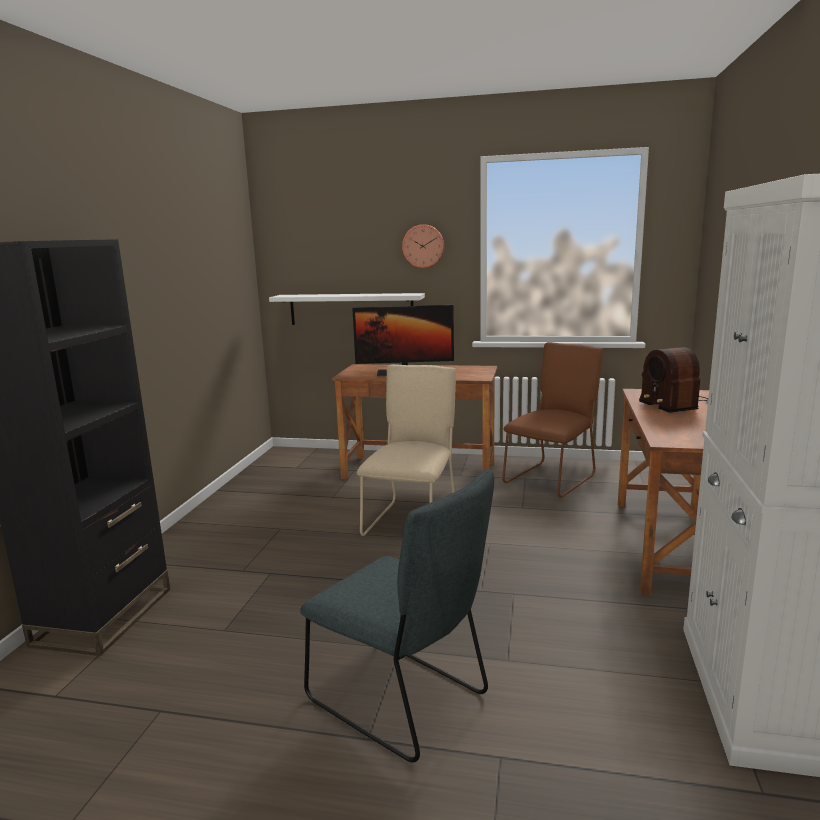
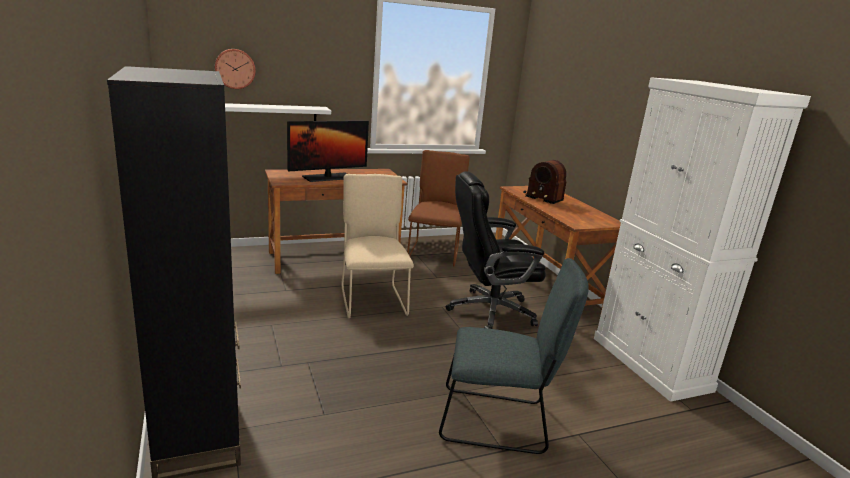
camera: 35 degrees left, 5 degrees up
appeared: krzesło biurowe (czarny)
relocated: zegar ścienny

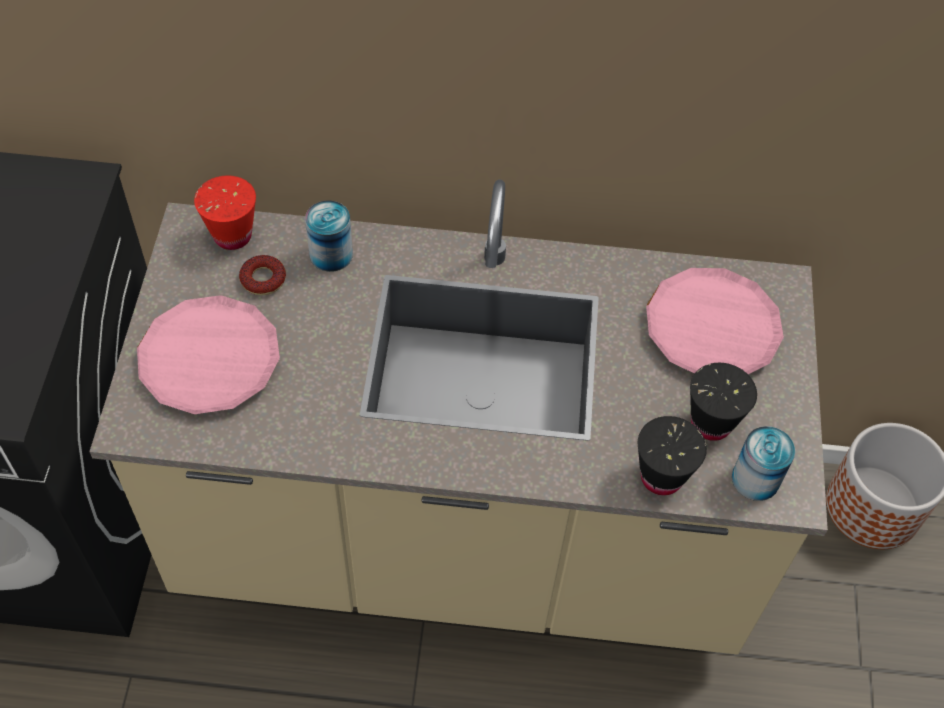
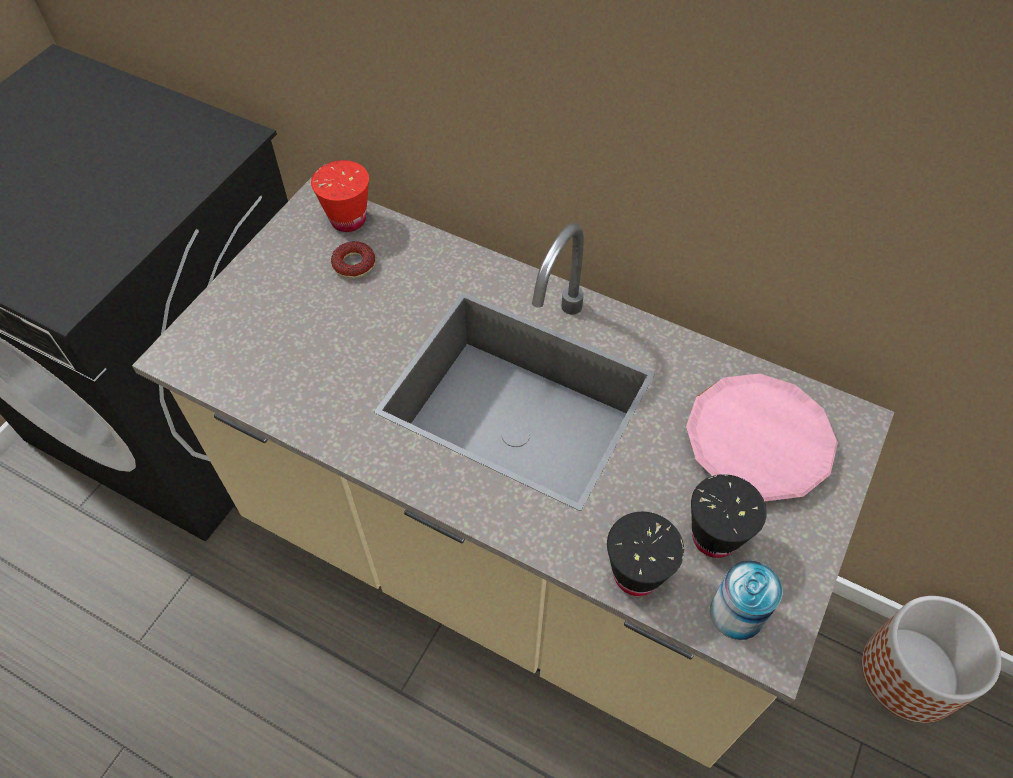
camera: 25 degrees right, 0 degrees up
missing: puszka (no. 1 from left); talerz (różowy) (no. 1 from left)

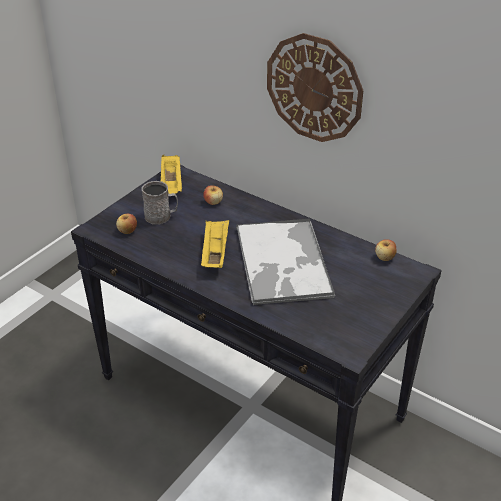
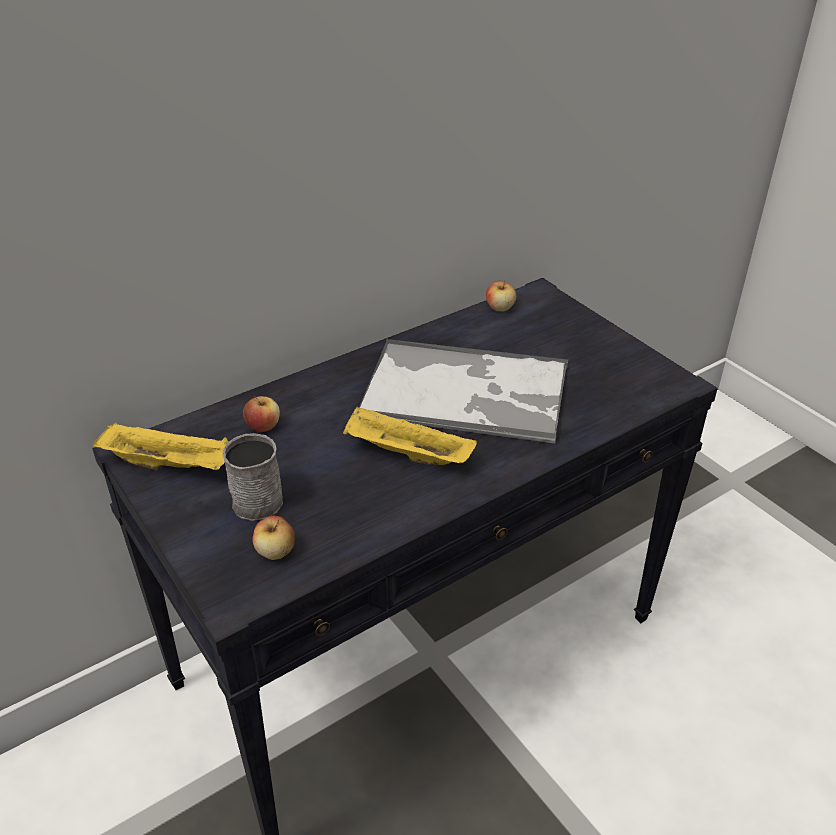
camera: 70 degrees left, 0 degrees up
missing: zegar ścienny

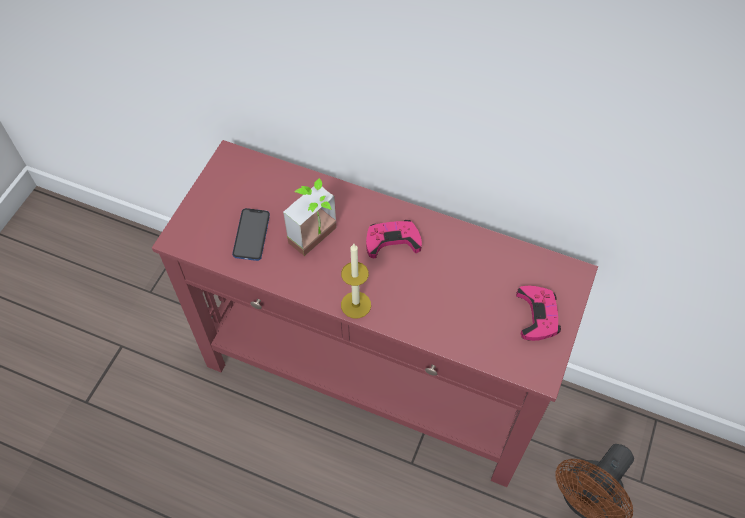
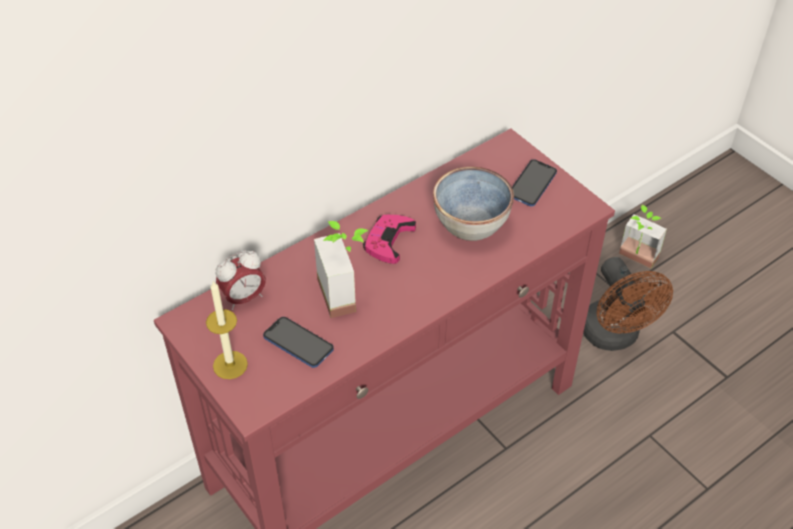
camera: 60 degrees left, 10 degrees down
appeared: miska; roślina doniczkowa (no. 2 from left); budzik
relocated: świeca
exchanged: pad do gier (różowy) (no. 2 from left) to telefon (no. 2 from left)

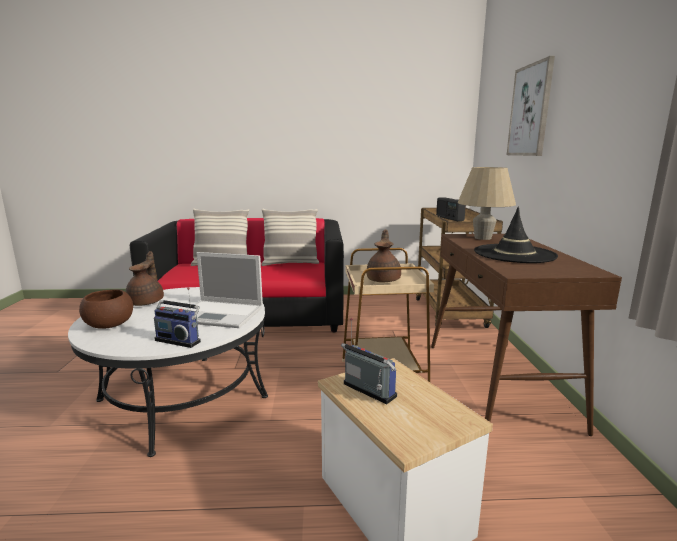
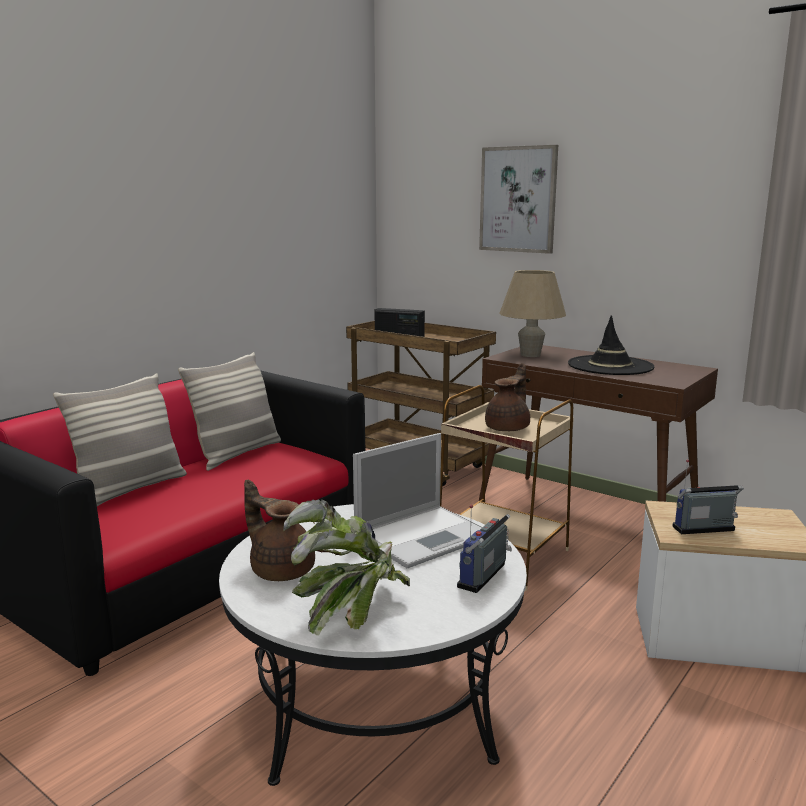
camera: 50 degrees left, 0 degrees up
exchanged: miska (brązowy) to roślina doniczkowa
spun: imbryk (brązowy) (no. 2 from left) 75 degrees clockwise; radio (no. 1 from left in the first image) 150 degrees clockwise

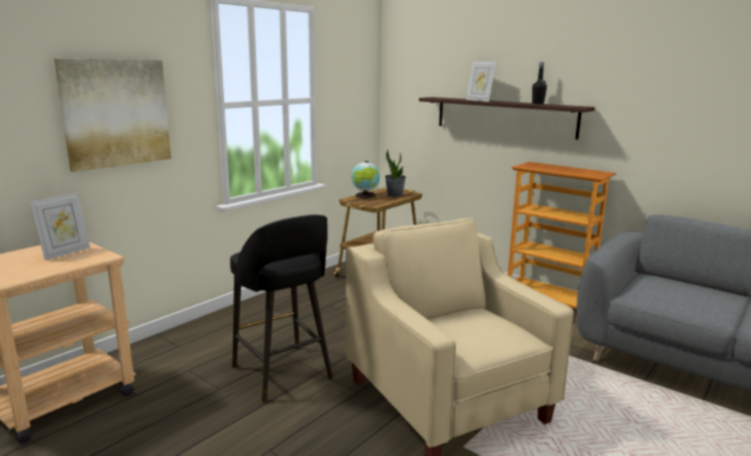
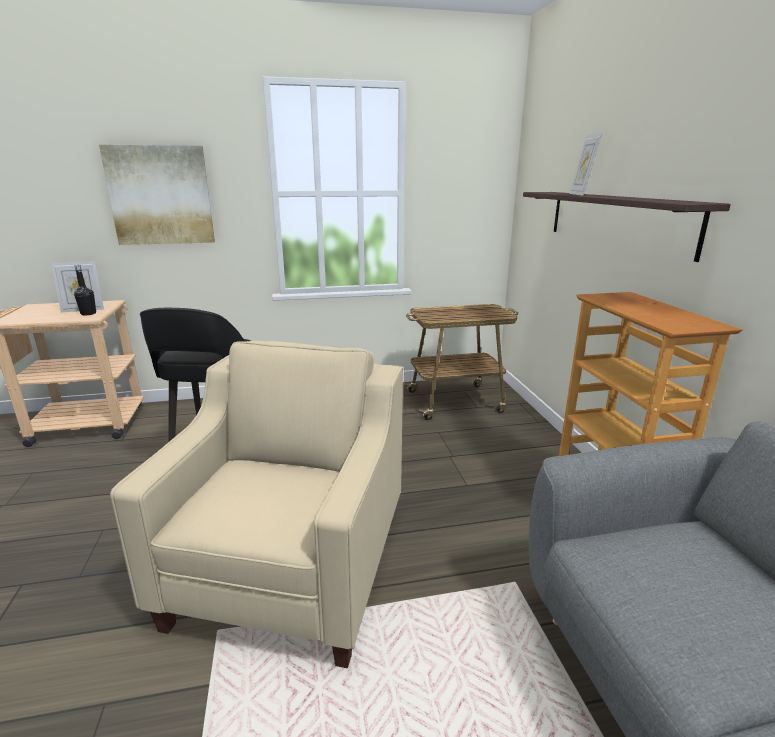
camera: 40 degrees right, 5 degrees up
missing: roślina doniczkowa; globus
relocated: butelka (czarny)

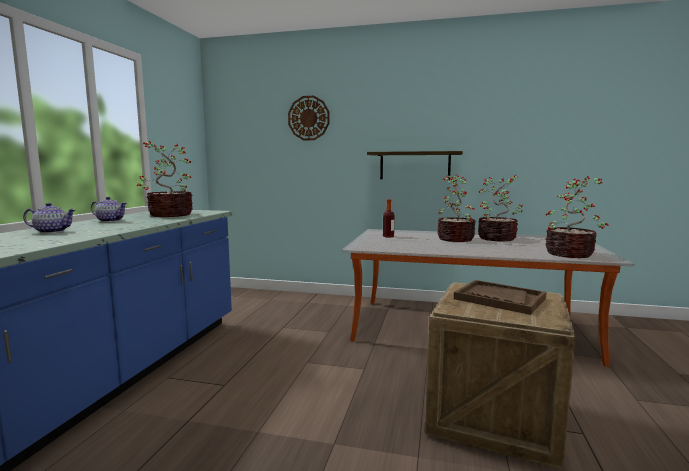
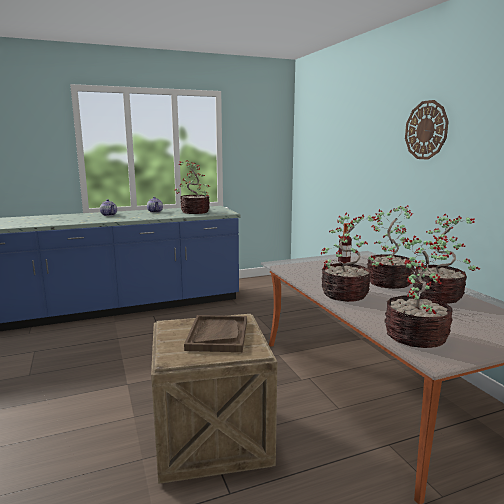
camera: 55 degrees right, 5 degrees up
missing: półka
appeared: roślina doniczkowa (no. 2 from left)
relocated: zegar ścienny

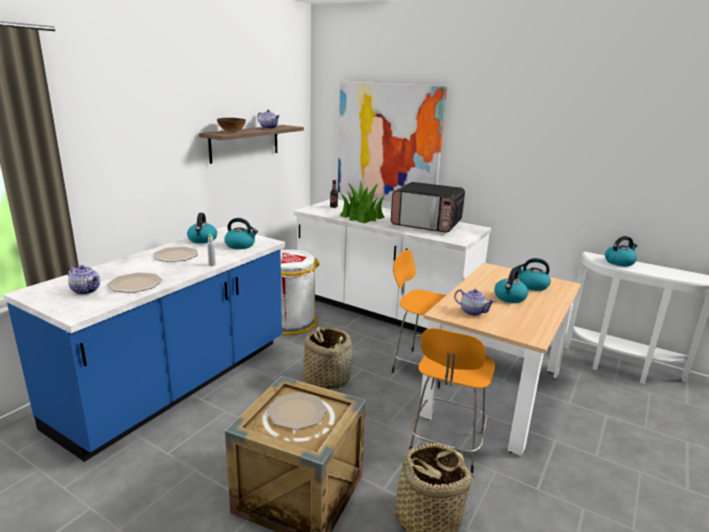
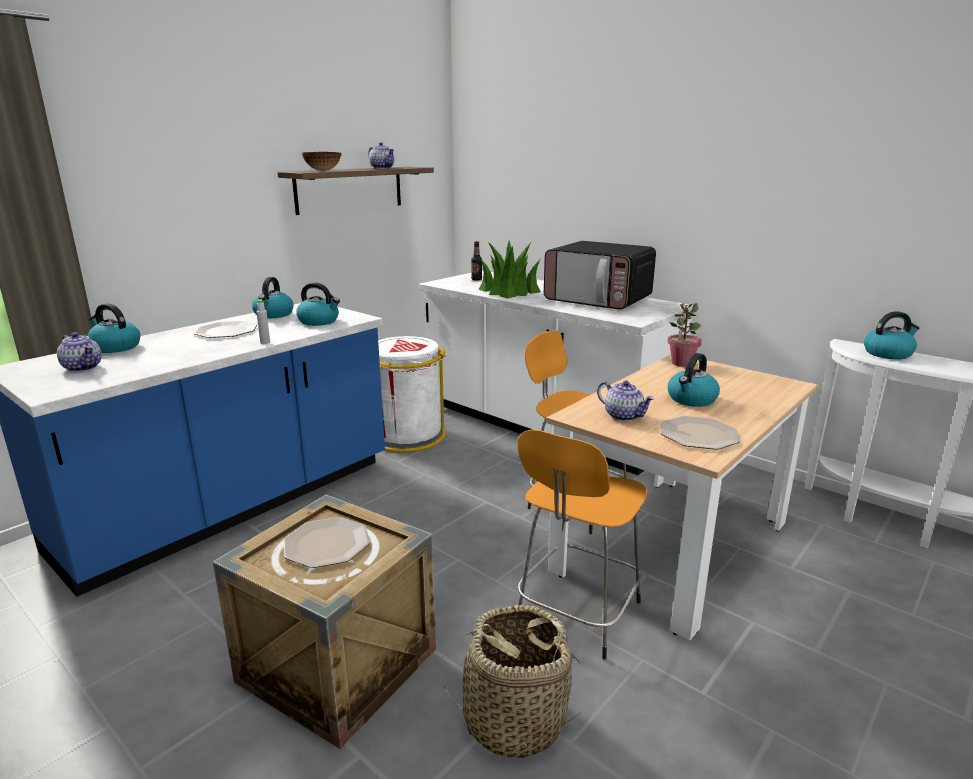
camera: 10 degrees right, 0 degrees up
missing: obraz; koszyk (no. 1 from left)
appeared: roślina doniczkowa (no. 2 from left)
relocated: czajnik (no. 4 from left in the first image) to czajnik (no. 1 from left); talerz (no. 1 from left in the first image) to talerz (no. 3 from left)

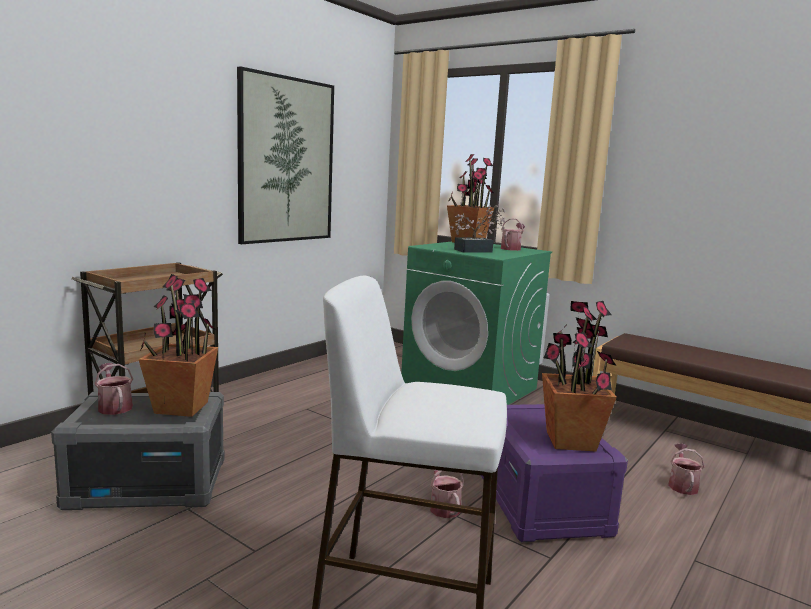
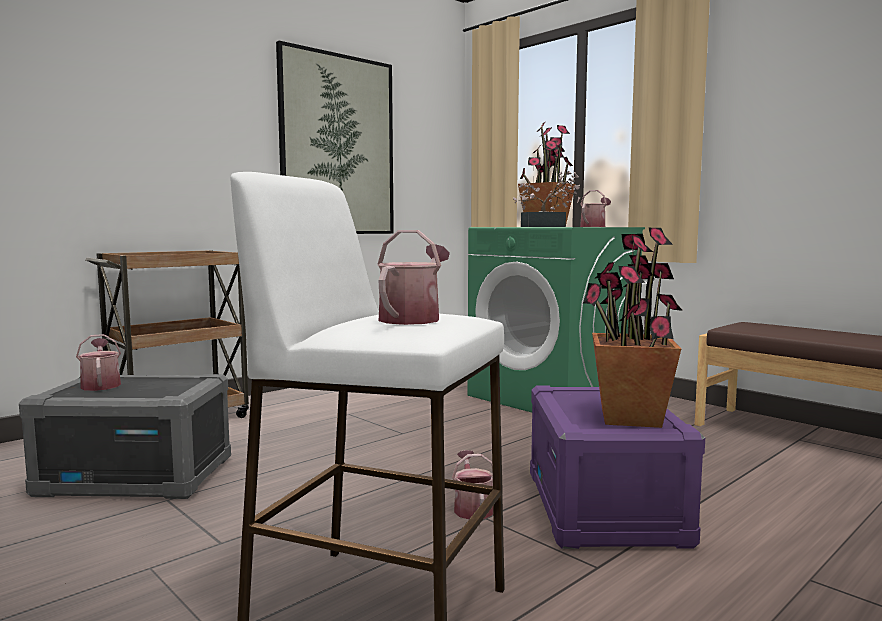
camera: 10 degrees right, 5 degrees down
missing: roślina doniczkowa (no. 1 from left)
relocated: konewka (no. 4 from left in the first image) to konewka (no. 2 from left)

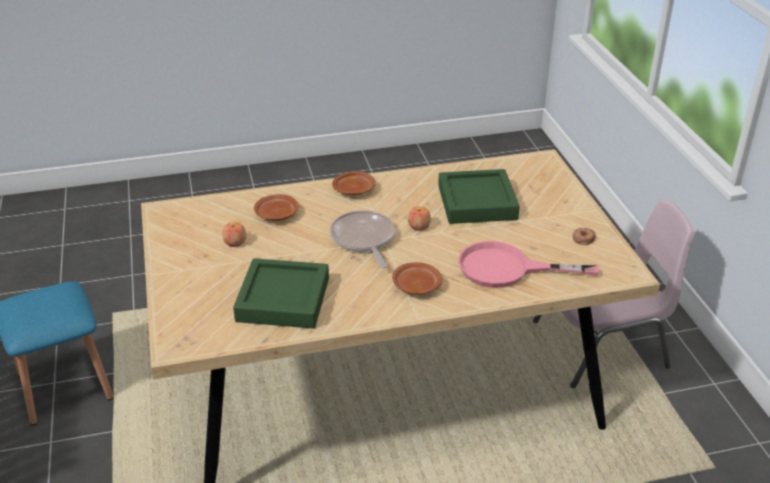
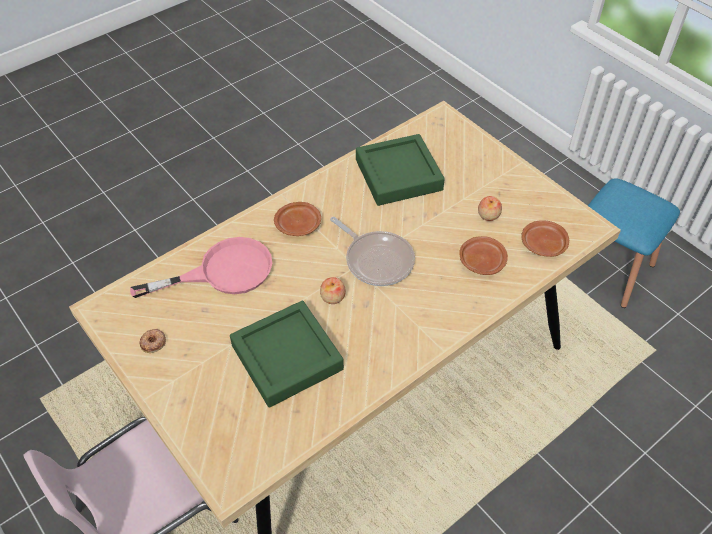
camera: 155 degrees right, 15 degrees up
relocated: talerz (brązowy) (no. 2 from left in the first image) to talerz (brązowy) (no. 3 from left)

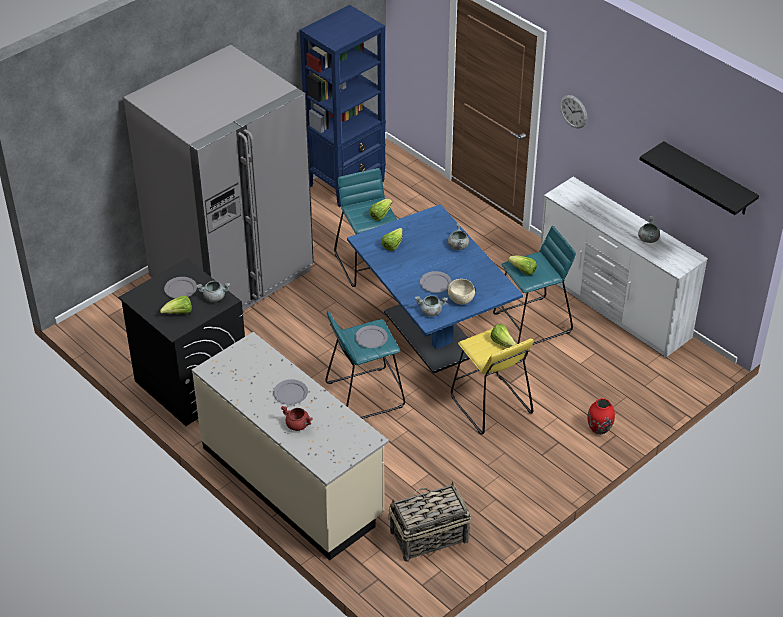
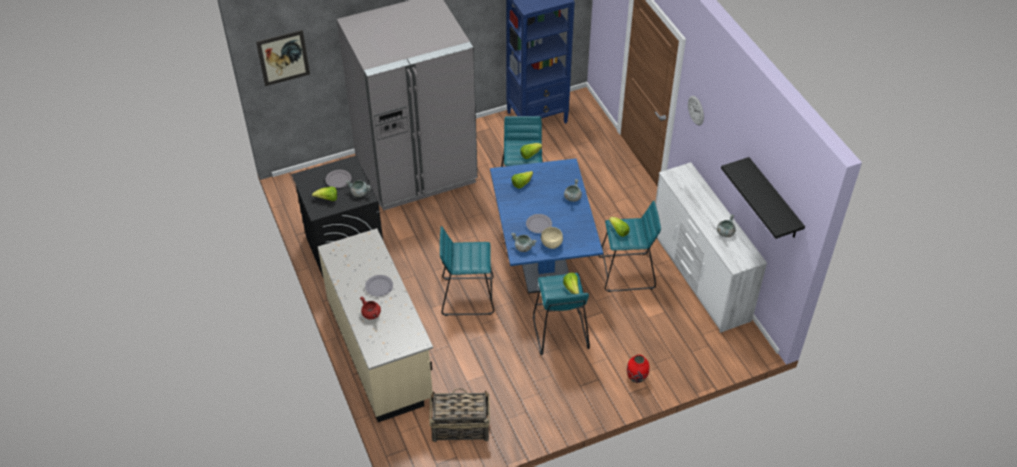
camera: 20 degrees right, 5 degrees up
missing: talerz (szary) (no. 3 from left)
appeared: obraz
colour: stołek (żółty) to stołek (turkusowy) (no. 3 from left)

